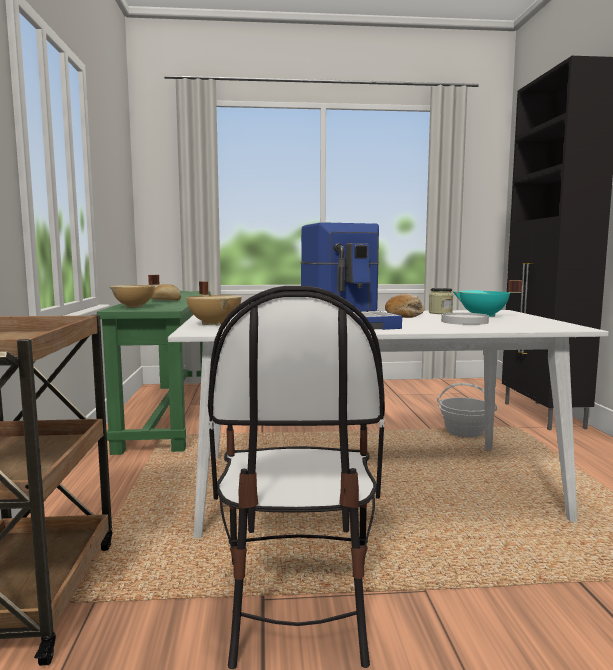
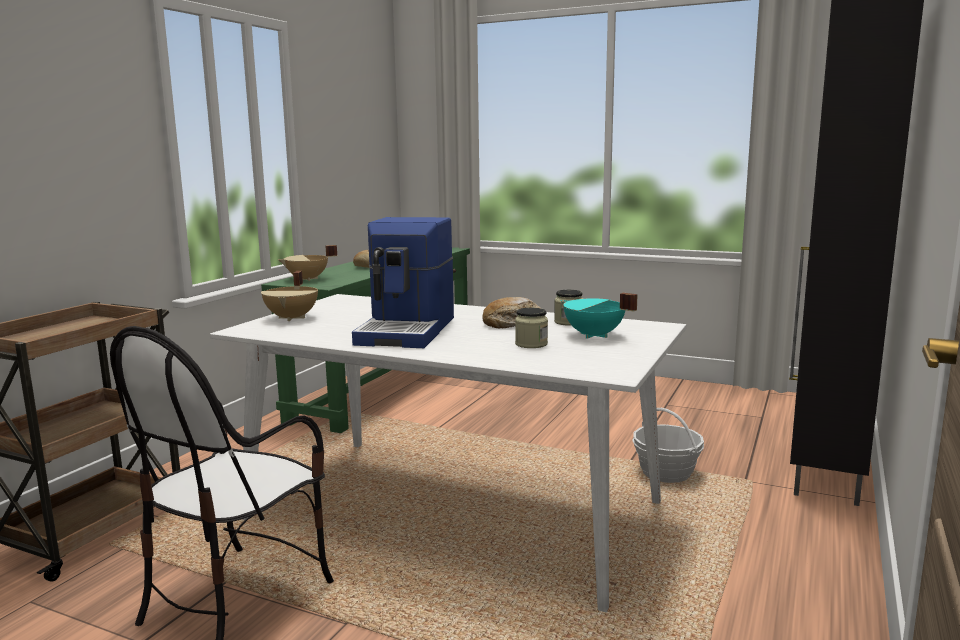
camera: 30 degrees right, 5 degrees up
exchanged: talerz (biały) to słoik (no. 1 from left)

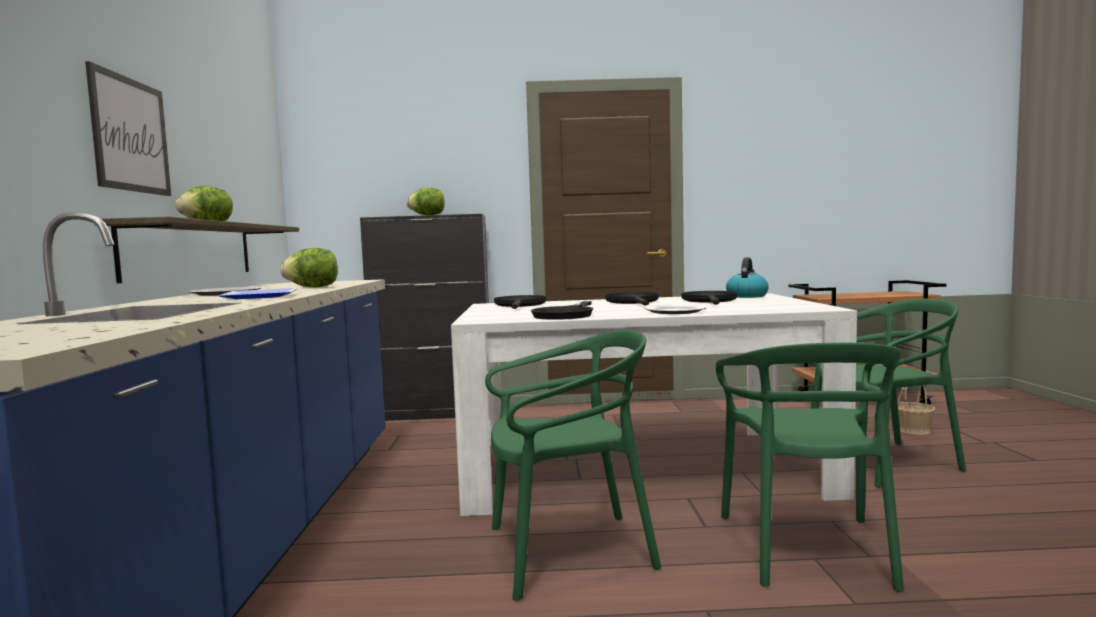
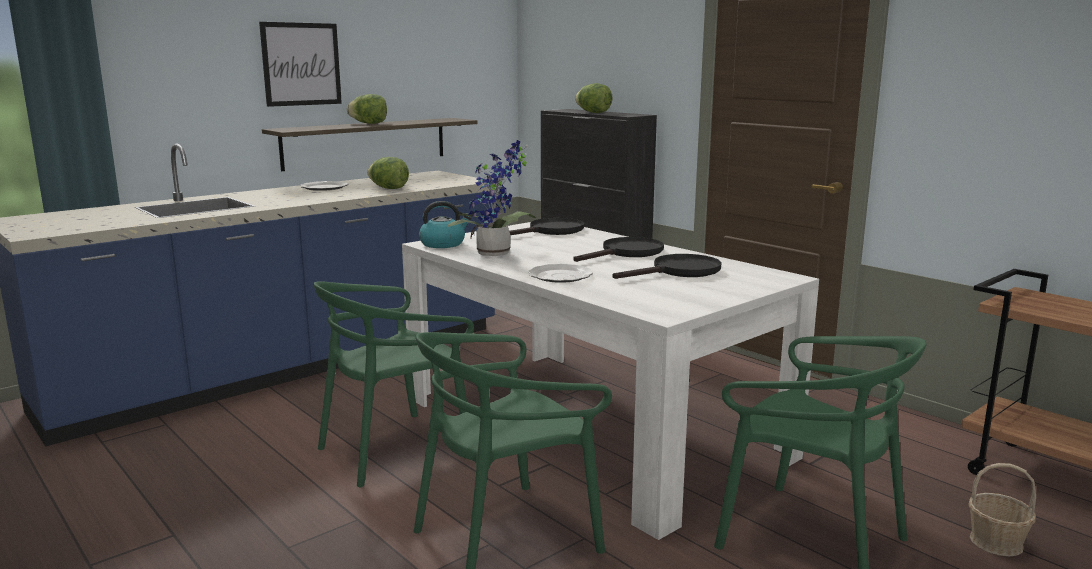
camera: 50 degrees right, 10 degrees up
missing: talerz (no. 2 from left)
relocated: czajnik
exchanged: patelnia (czarny) (no. 2 from left) to roślina doniczkowa
spun: krzesło (zielony) (no. 1 from left) 105 degrees clockwise

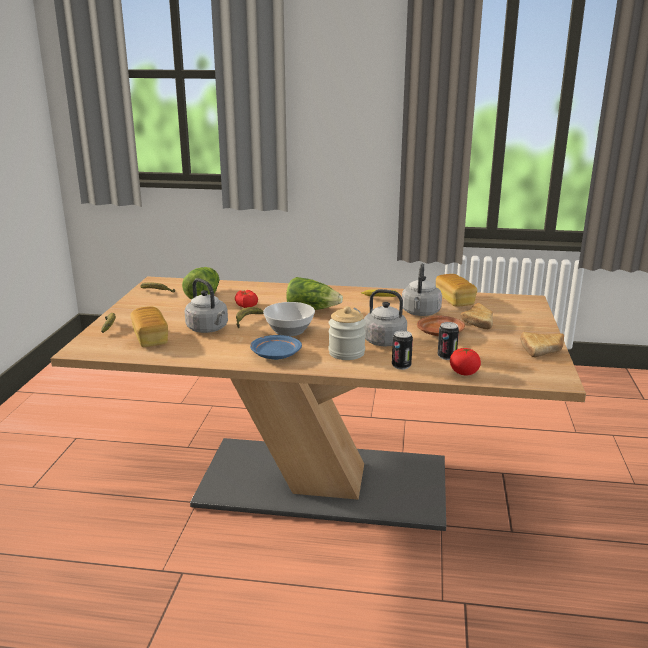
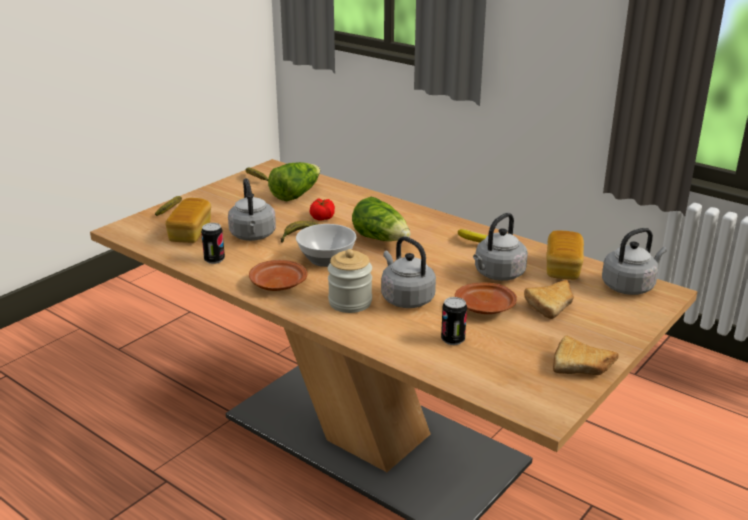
camera: 30 degrees right, 5 degrees up
missing: pomidor (no. 2 from left)
appeared: czajnik (szary) (no. 4 from left)
relocated: puszka (no. 1 from left)
colour: talerz (niebieski) to talerz (brązowy) (no. 1 from left)

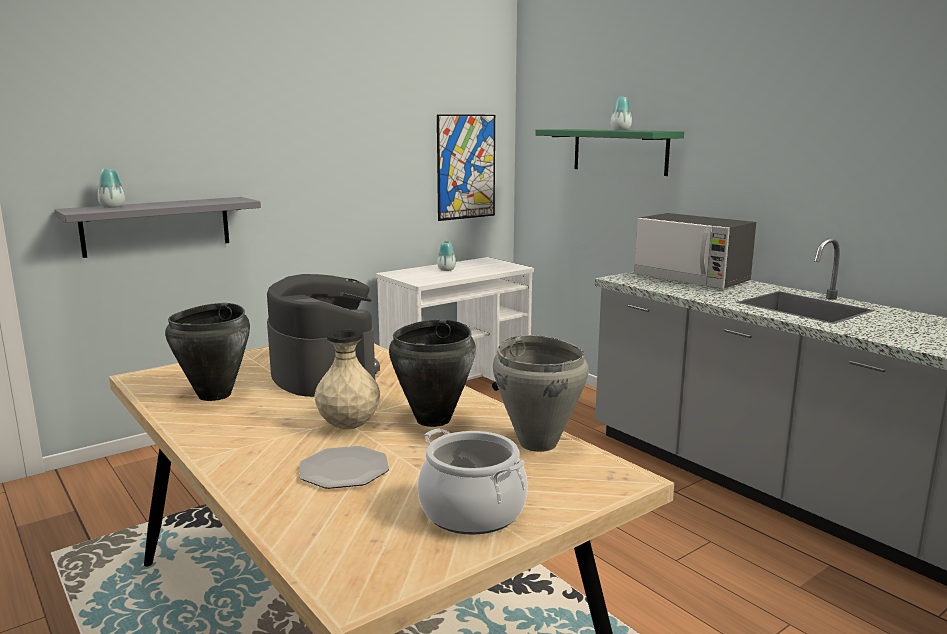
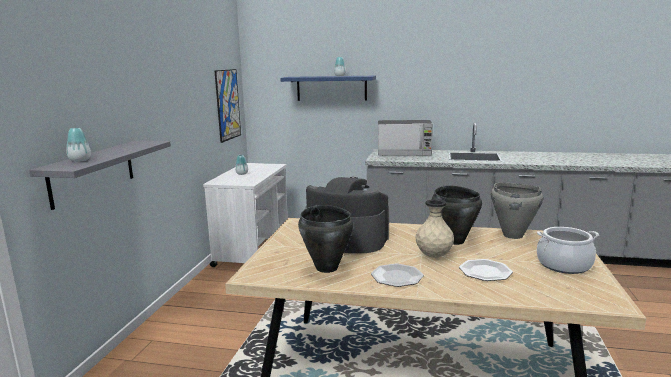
camera: 40 degrees left, 0 degrees up
appeared: talerz (no. 1 from left)
colour: półka (zielony) to półka (niebieski)

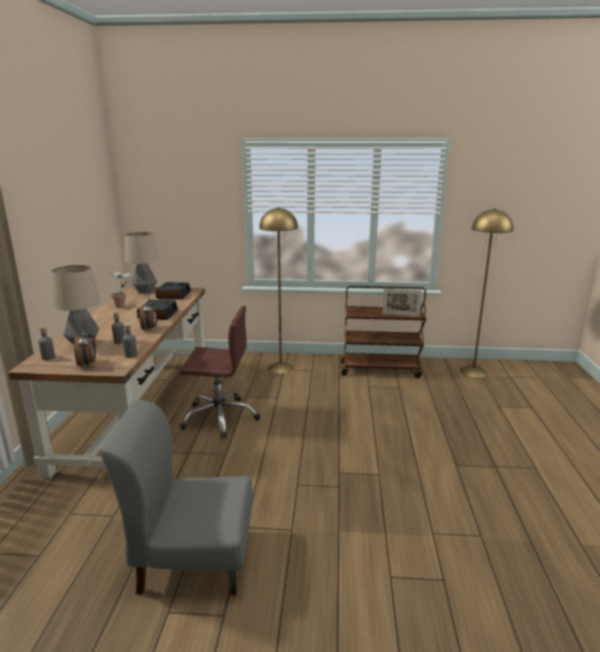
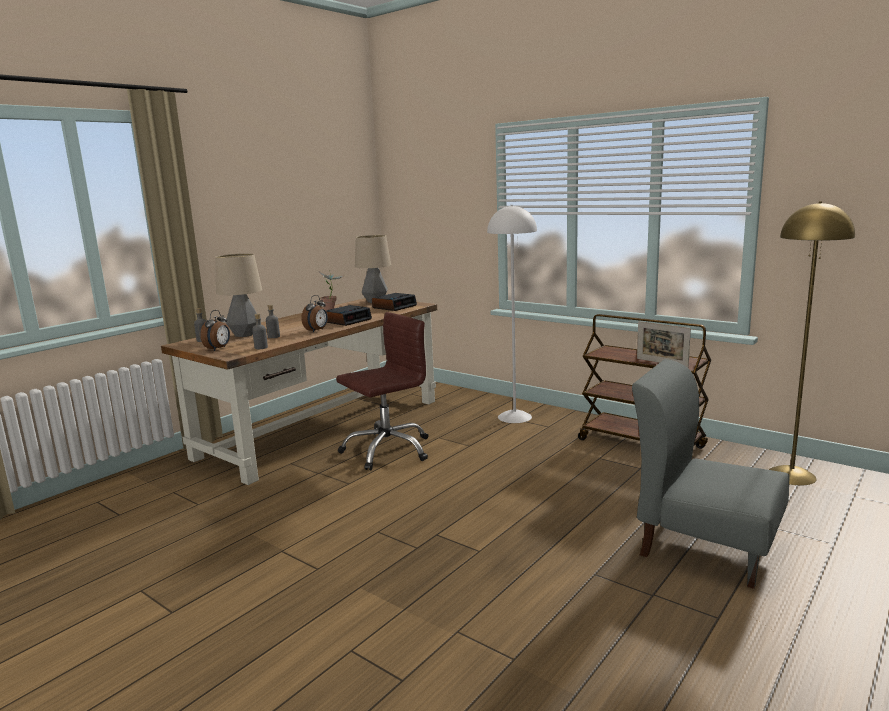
camera: 35 degrees right, 5 degrees down
relocated: krzesło (szary)
colour: lampa stojąca (żółty) (no. 1 from left) to lampa stojąca (biały)
spun: krzesło biurowe (brązowy) 75 degrees counterclockwise

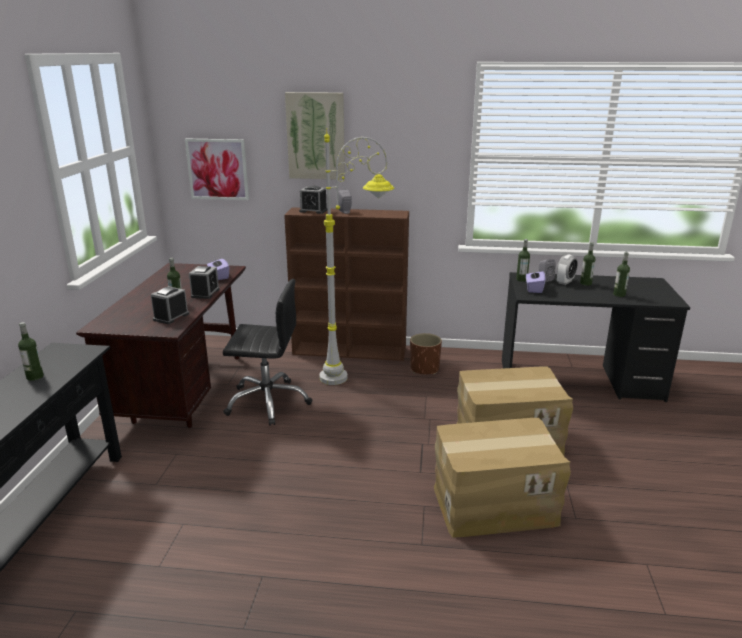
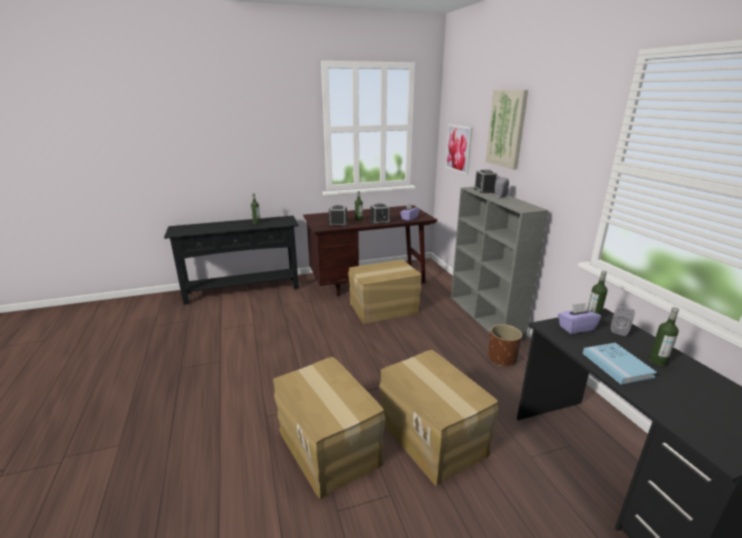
camera: 65 degrees right, 0 degrees up
missing: lampa stojąca (szary); butelka (no. 5 from left); budzik (no. 4 from left)
appeared: książka (niebieski)
exchanged: krzesło biurowe (czarny) to karton (no. 2 from left)
colour: regał (brązowy) to regał (szary)

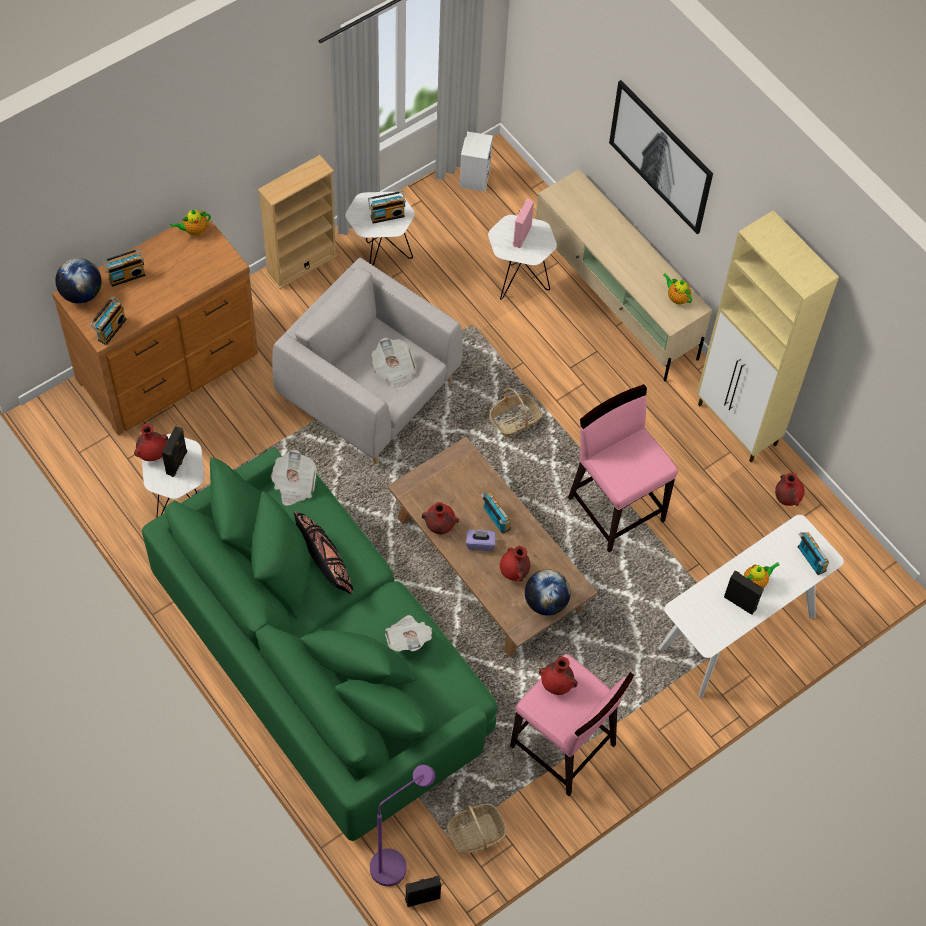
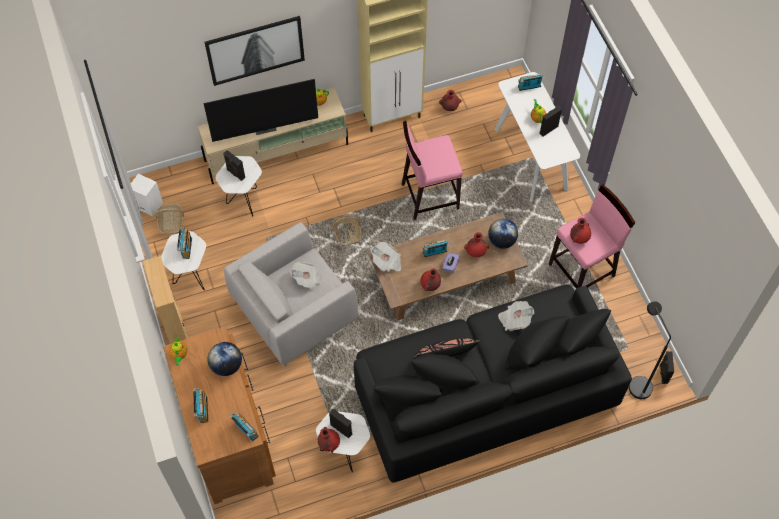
camera: 70 degrees left, 0 degrees up
appeared: telewizor
relocated: globus (no. 1 from left); gazeta (no. 1 from left in the first image) to gazeta (no. 2 from left); koszyk (no. 1 from left)
colour: głośnik (różowy) to głośnik (czarny) (no. 1 from left); kanapa (zielony) to kanapa (czarny); lampa stojąca (fioletowy) to lampa stojąca (czarny)

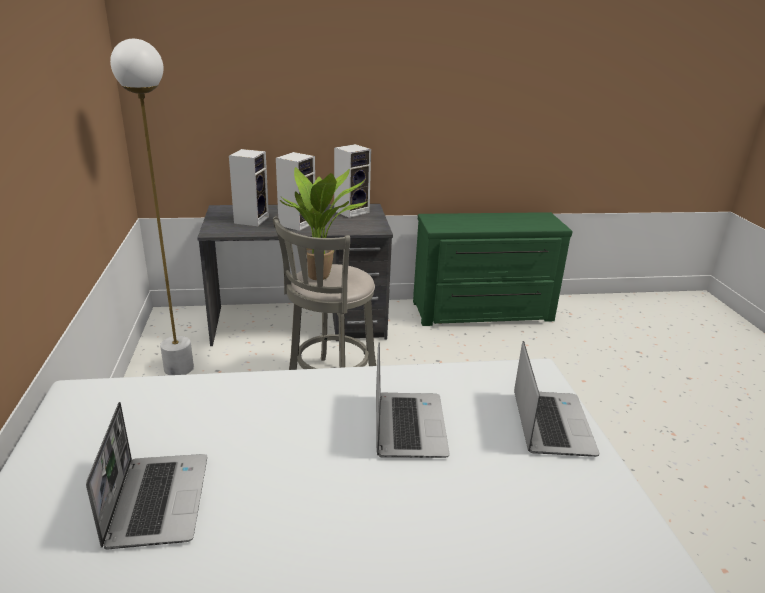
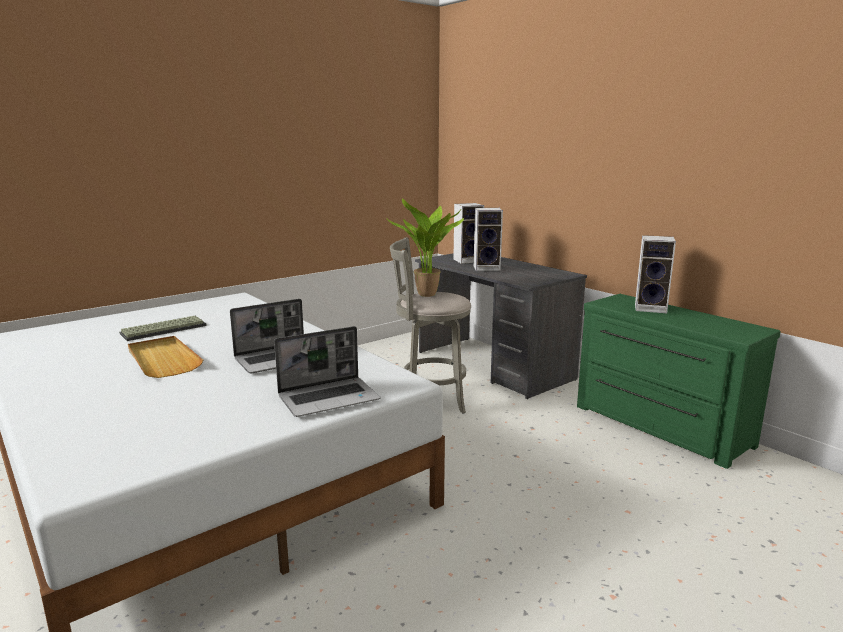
camera: 60 degrees right, 10 degrees down
missing: lampa stojąca (biały)
appeared: taca (beżowy)
relocated: głośnik (no. 3 from left)
exchanged: laptop (no. 1 from left) to klawiatura

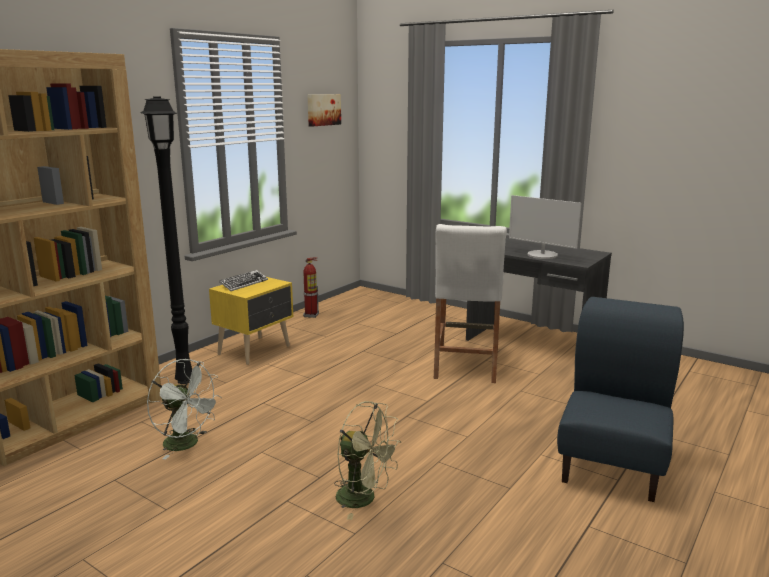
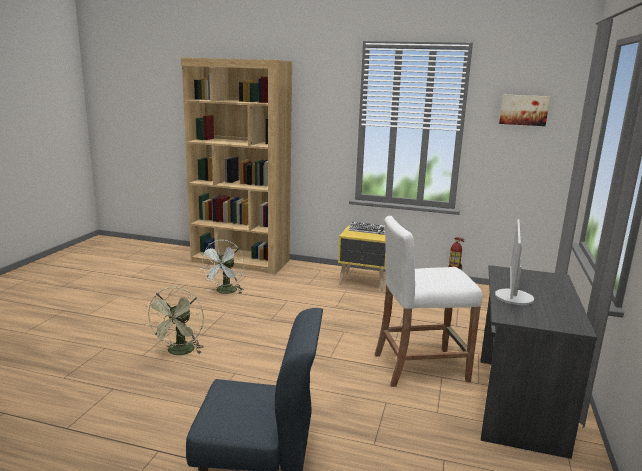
camera: 70 degrees right, 0 degrees up
missing: lampa stojąca (czarny)

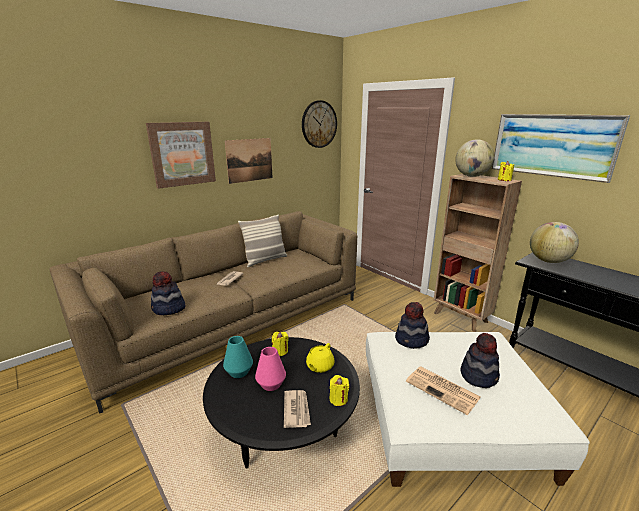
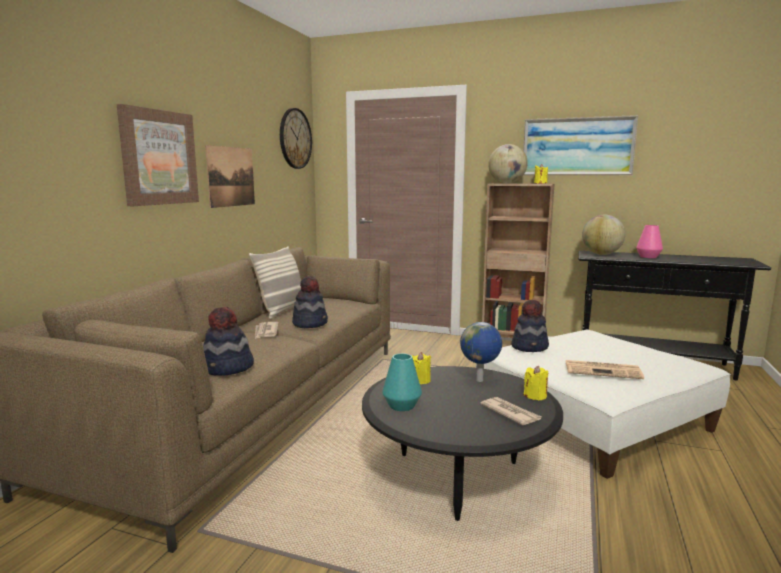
camera: 30 degrees left, 10 degrees down
relocated: kapelusz (no. 3 from left in the first image) to kapelusz (no. 2 from left); wazon (różowy)
exchanged: imbryk (żółty) to globus (no. 1 from left)

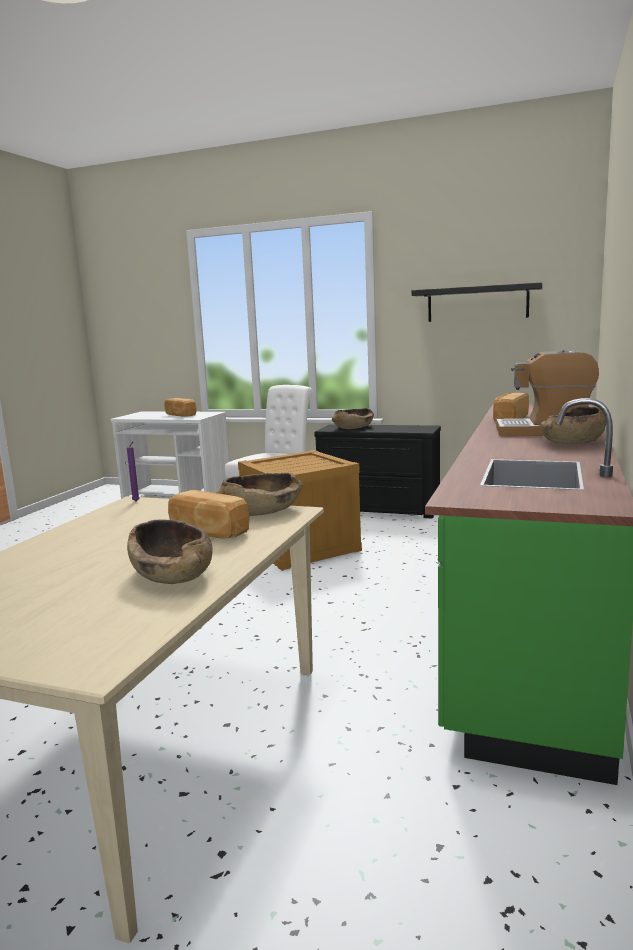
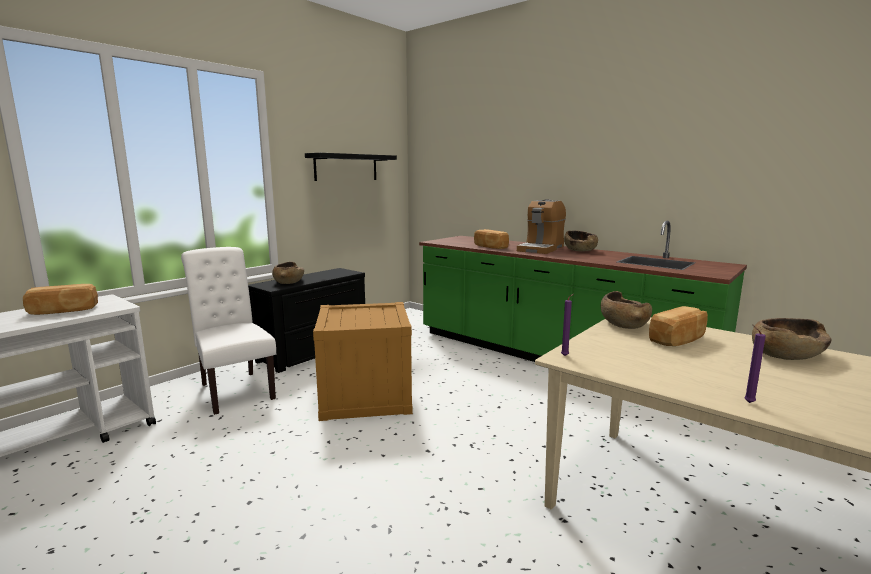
camera: 70 degrees left, 0 degrees up
appeared: świeca (fioletowy) (no. 2 from left)

